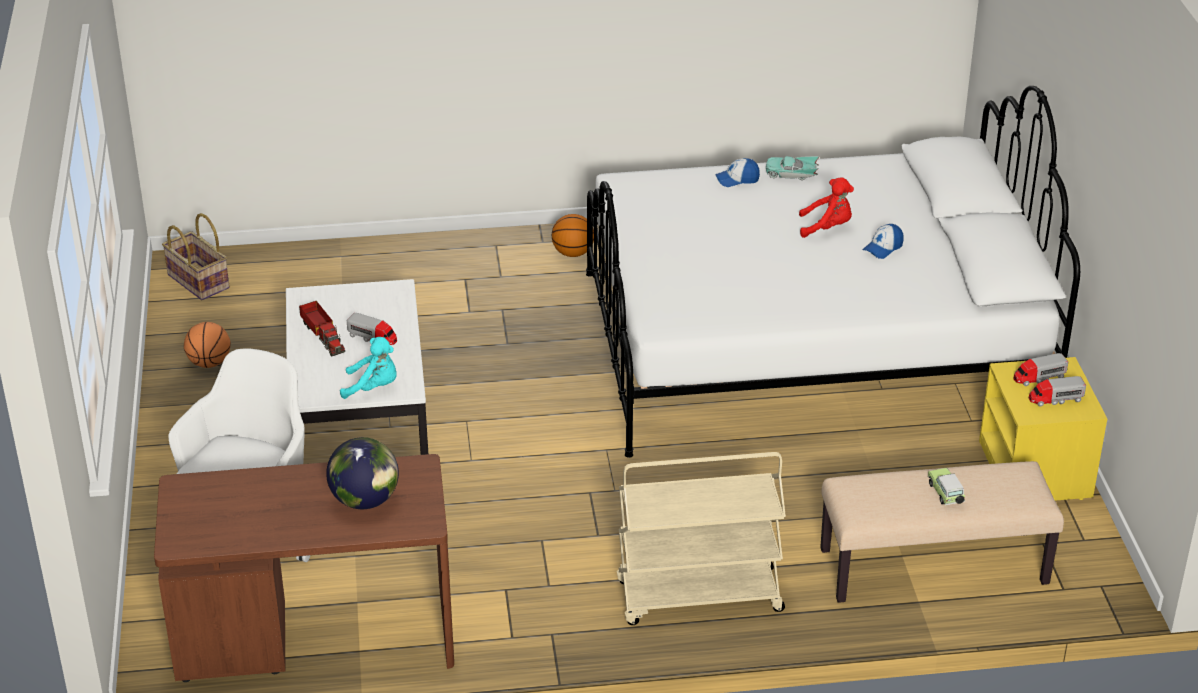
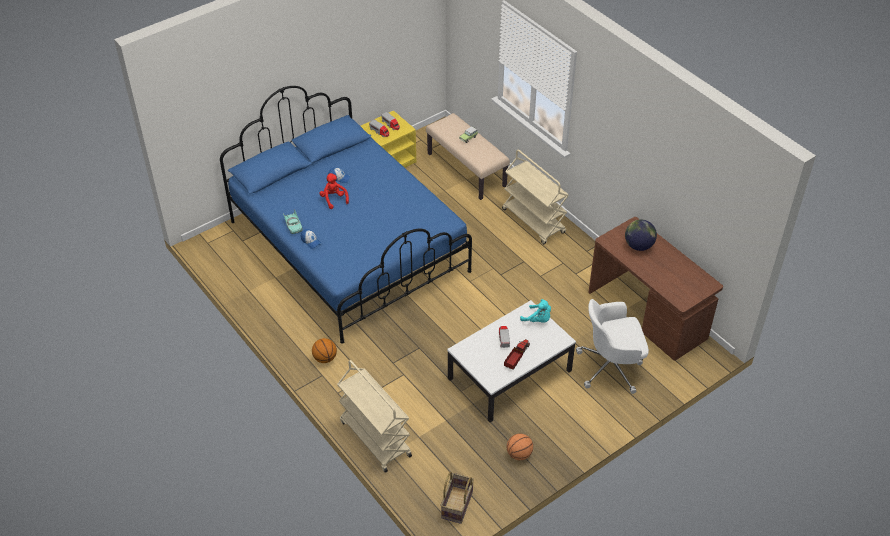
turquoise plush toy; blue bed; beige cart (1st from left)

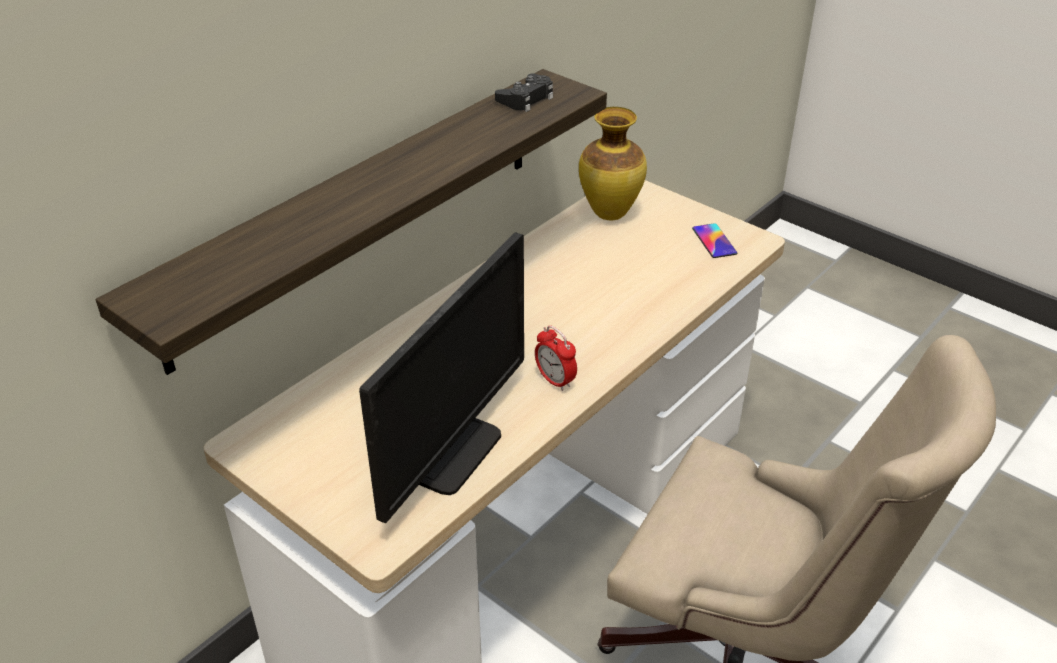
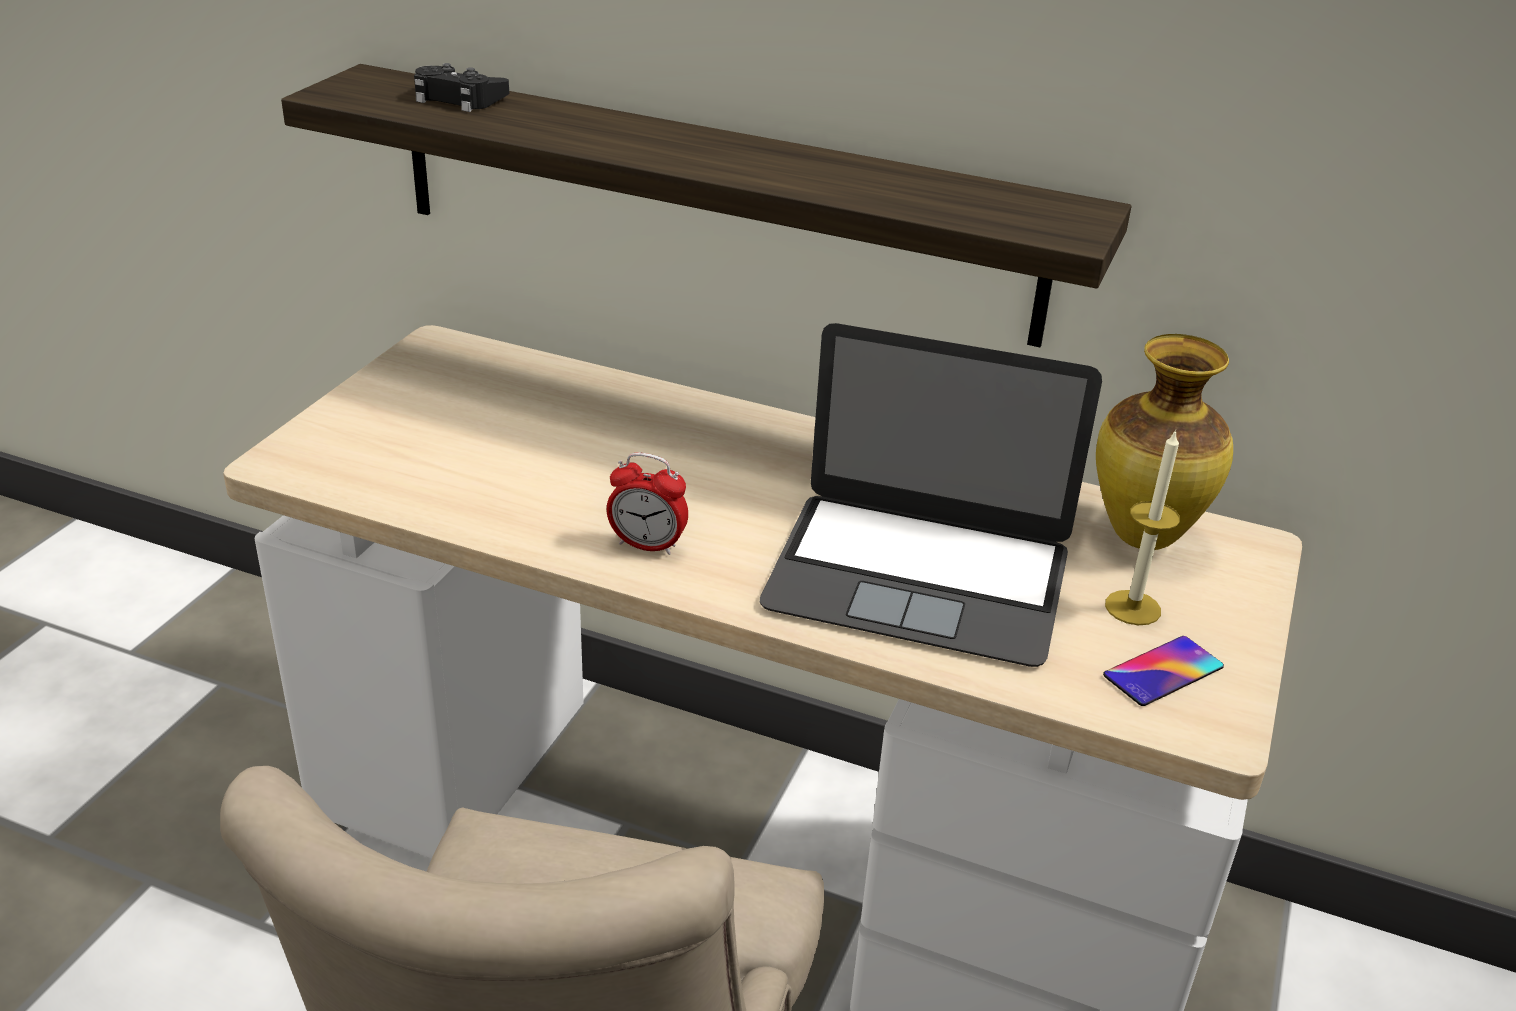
monitor; black game controller; alarm clock; laptop; candle

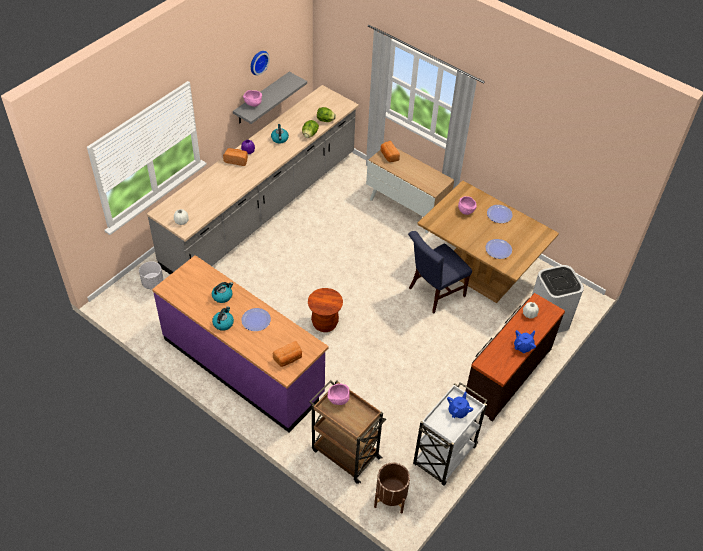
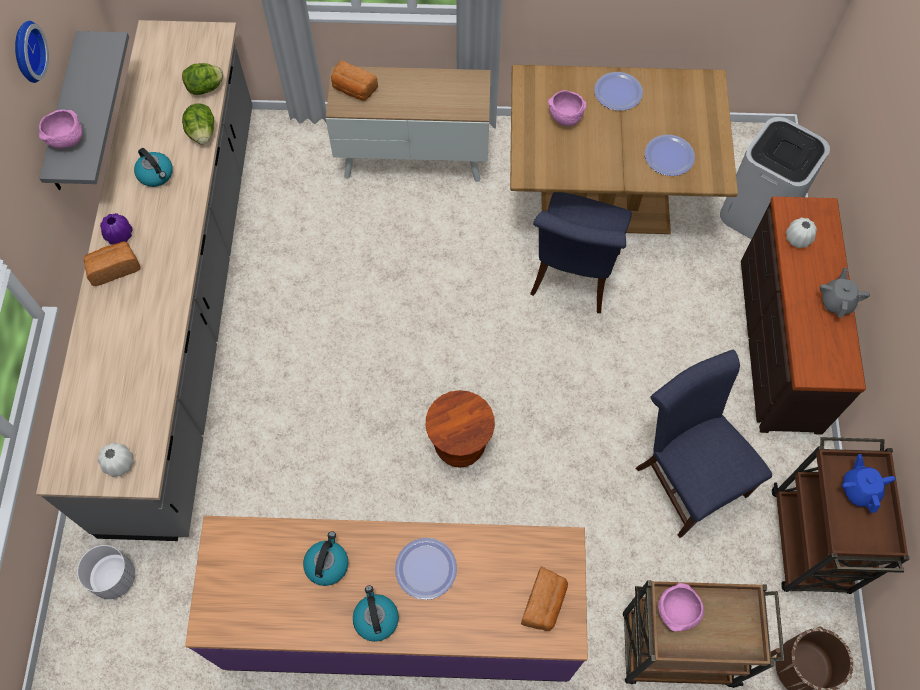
brown cart (2nd from left); grey teapot; blue chair (2nd from left)

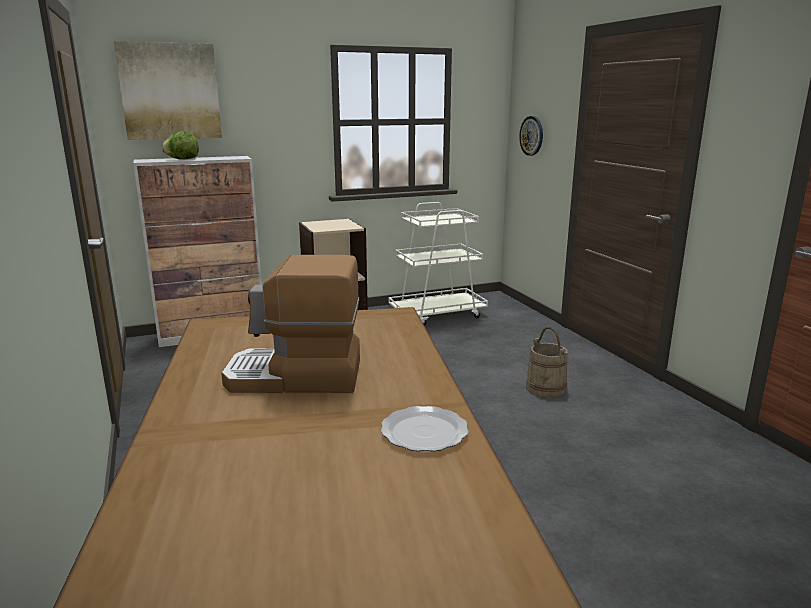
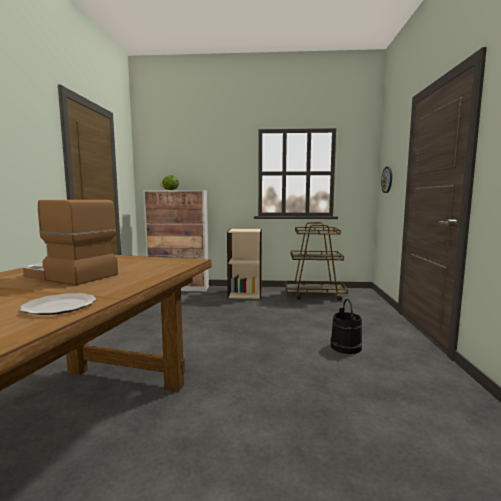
picture; brown cart; black bucket

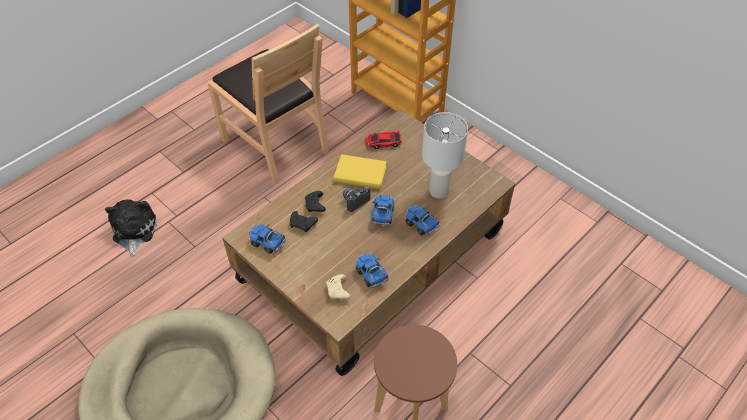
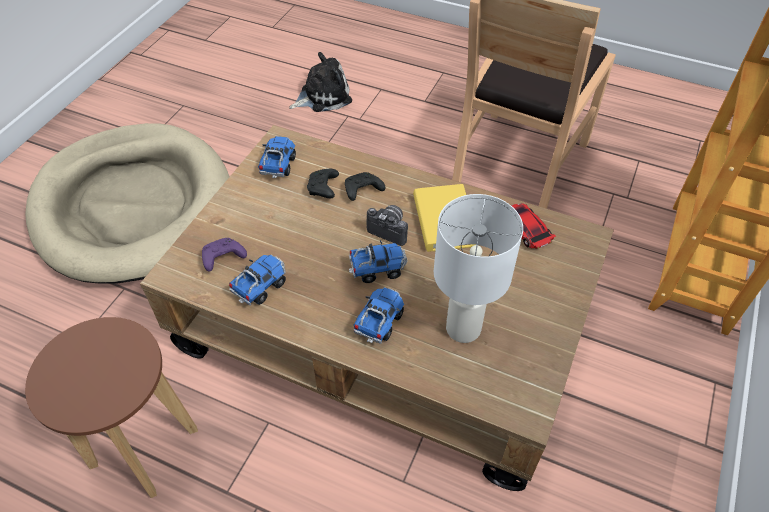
purple game controller

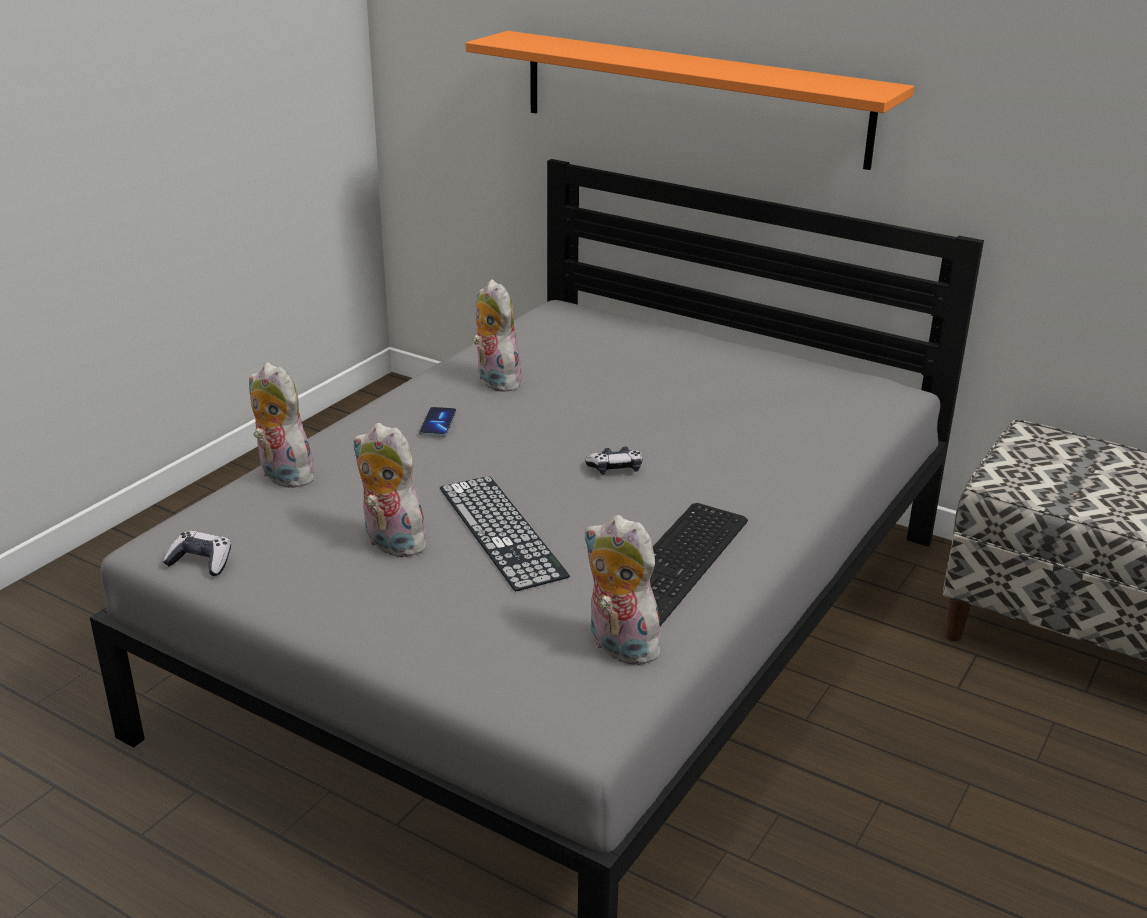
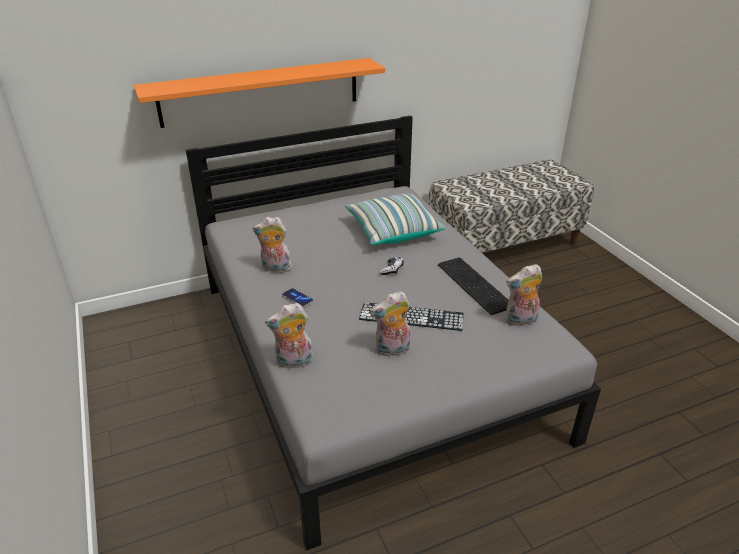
game controller (1st from left in the first image); pillow

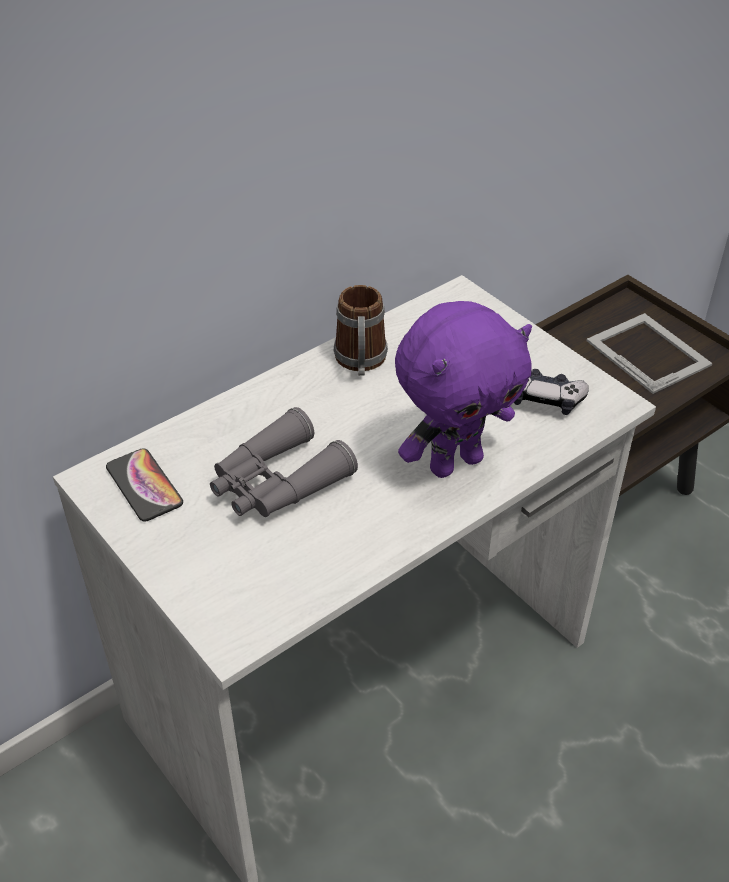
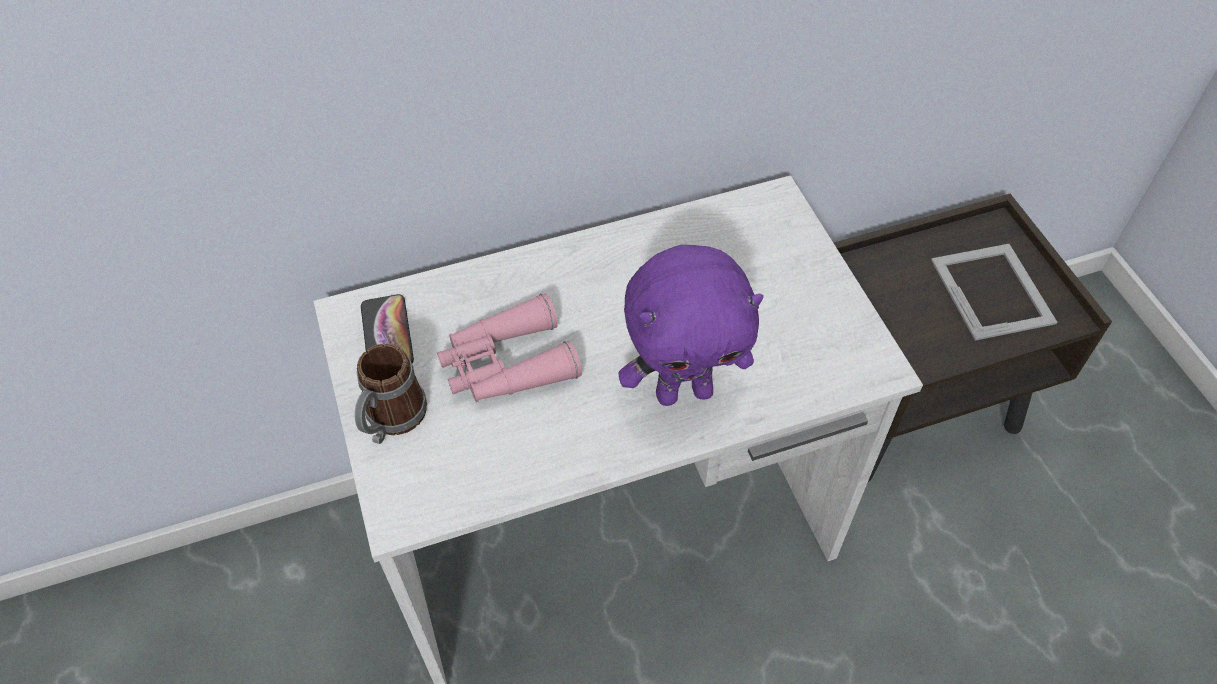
pink binoculars; mug; game controller

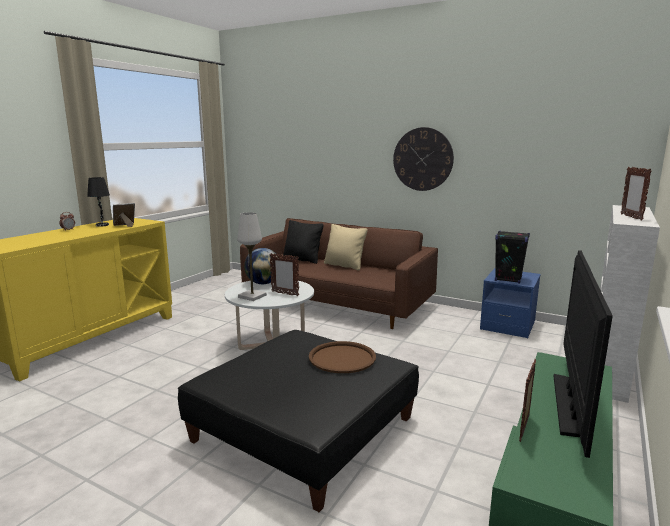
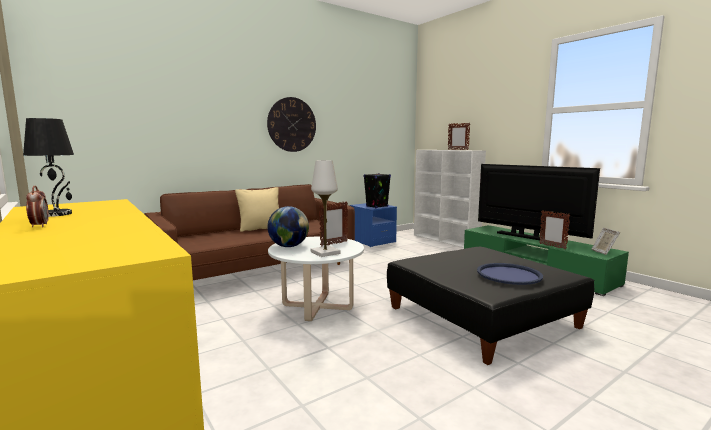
picture frame (4th from left); black pillow; brown tray; blue tray

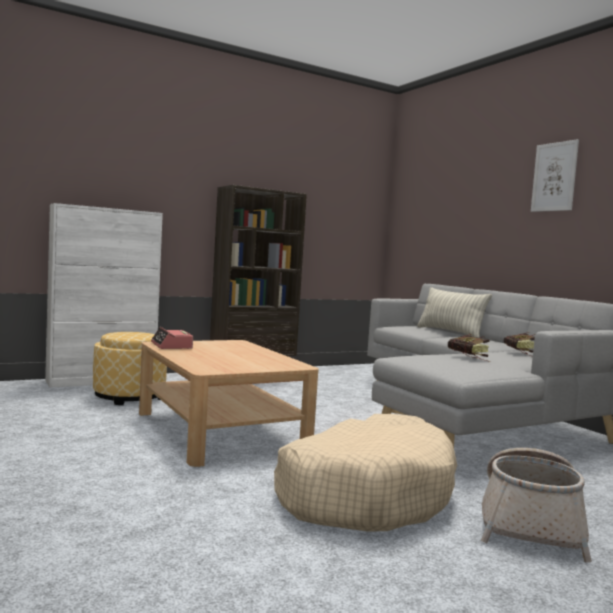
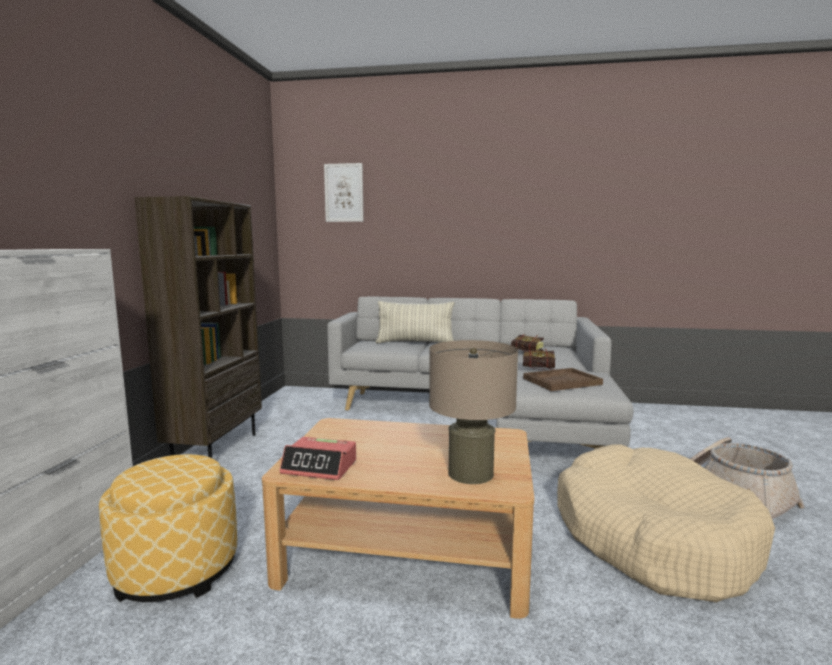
picture; beige table lamp; brown tray

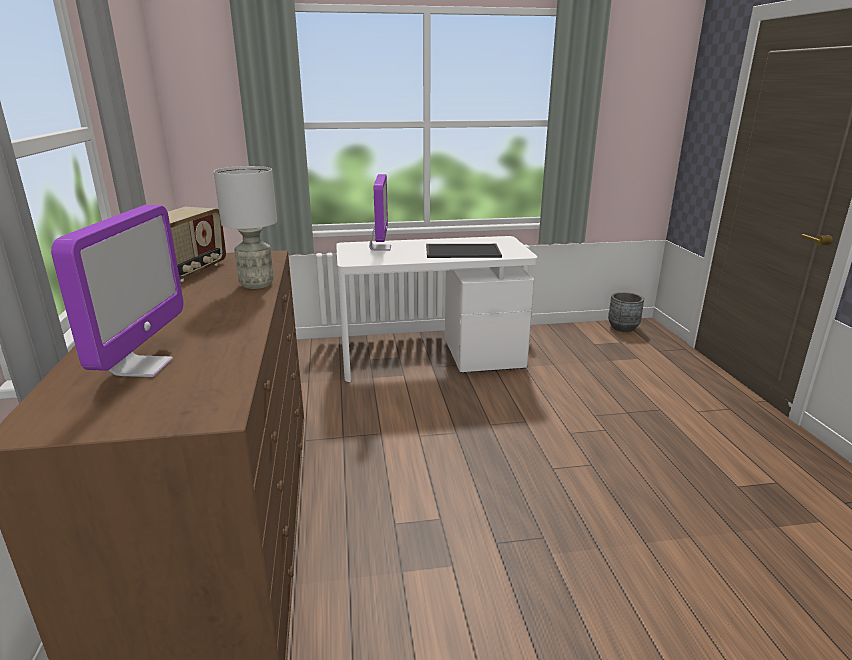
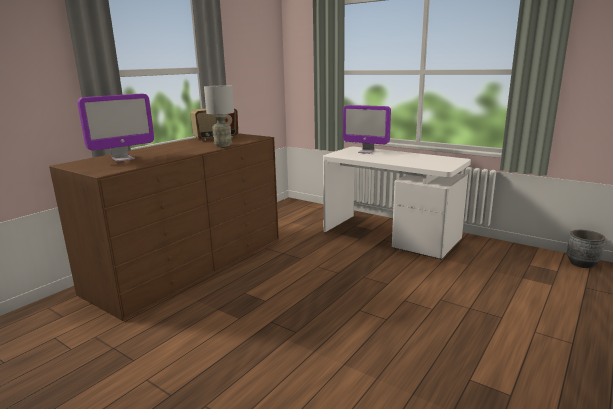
monitor (2nd from left); tray

